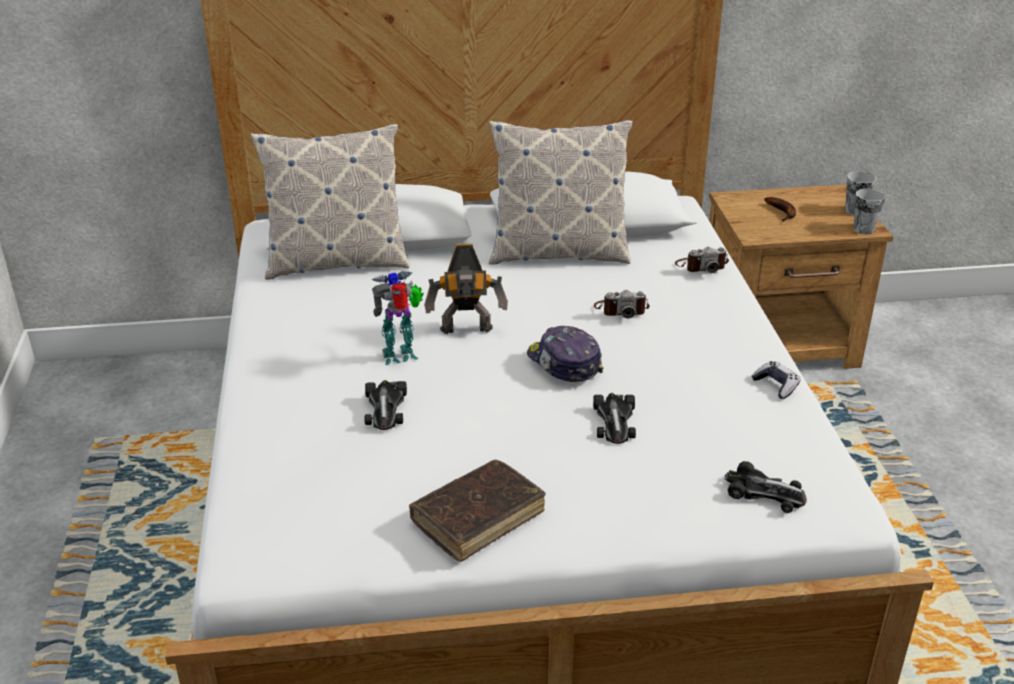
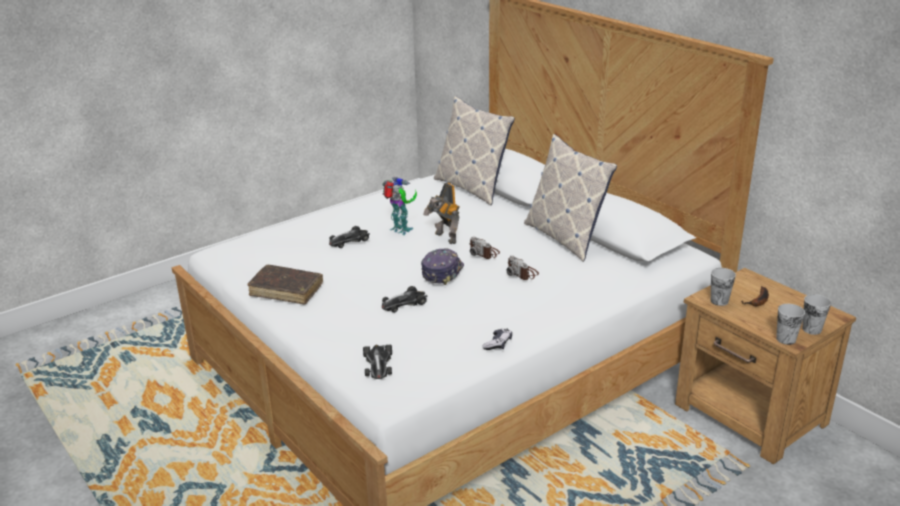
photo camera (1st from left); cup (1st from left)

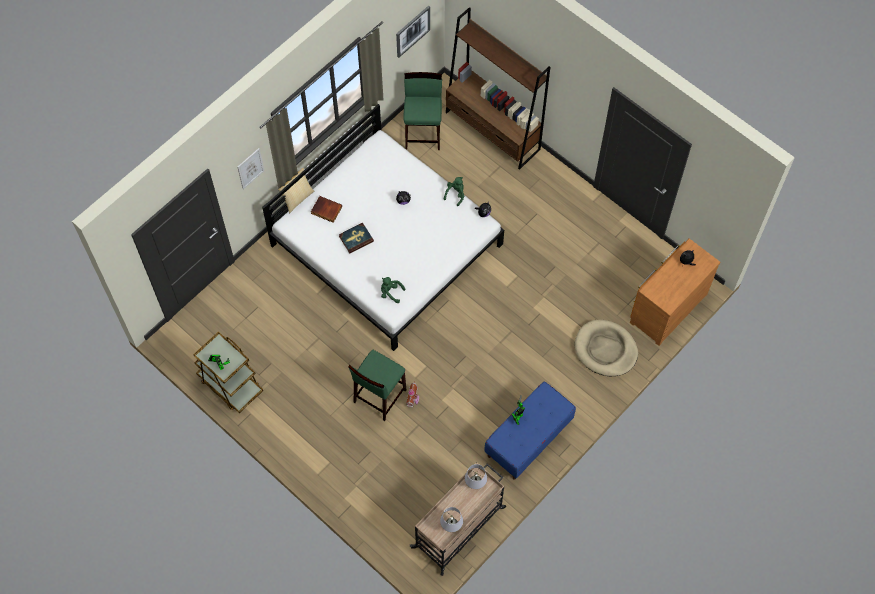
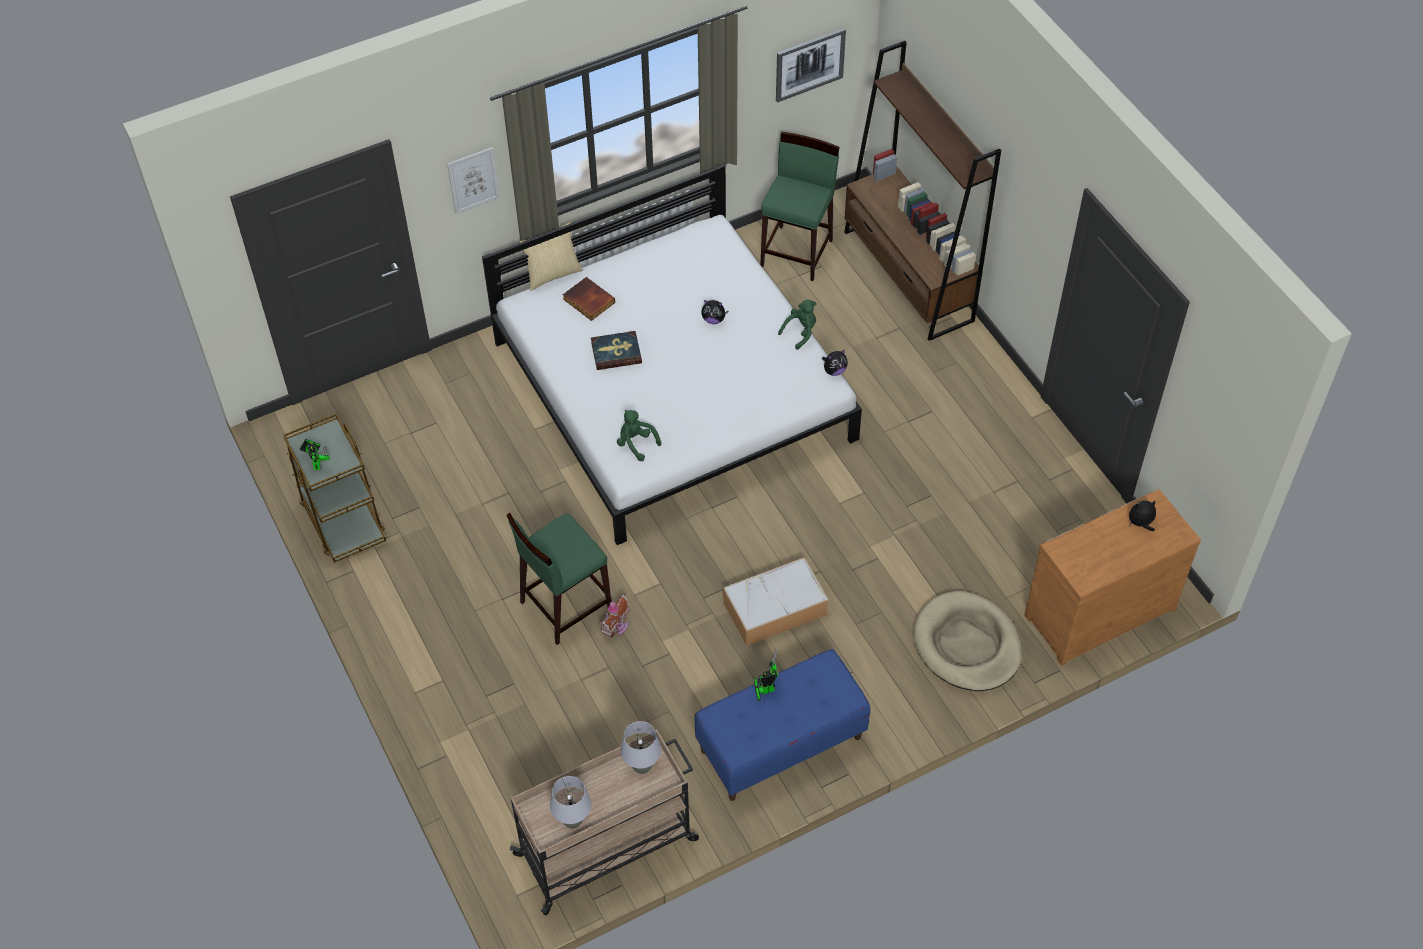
storage box

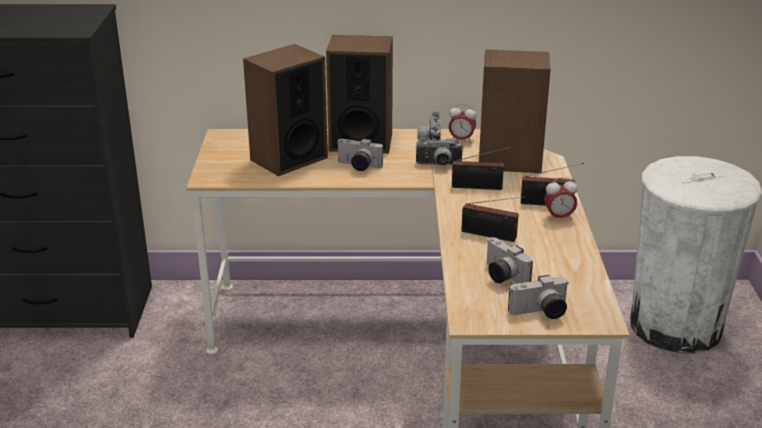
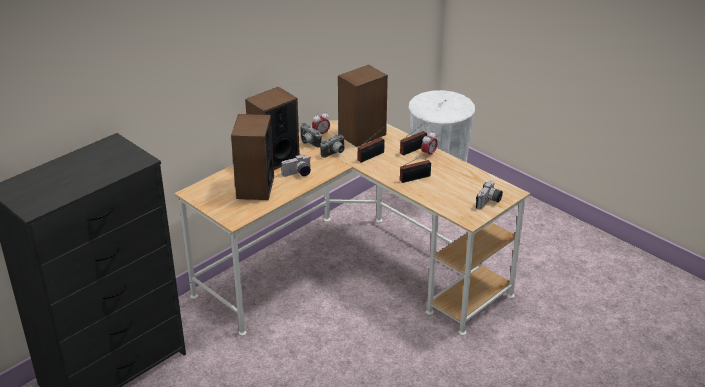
photo camera (4th from left in the first image)

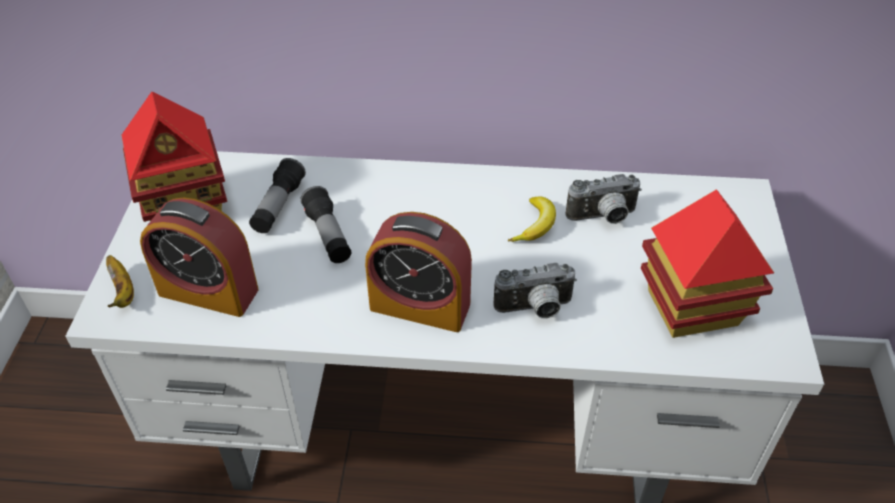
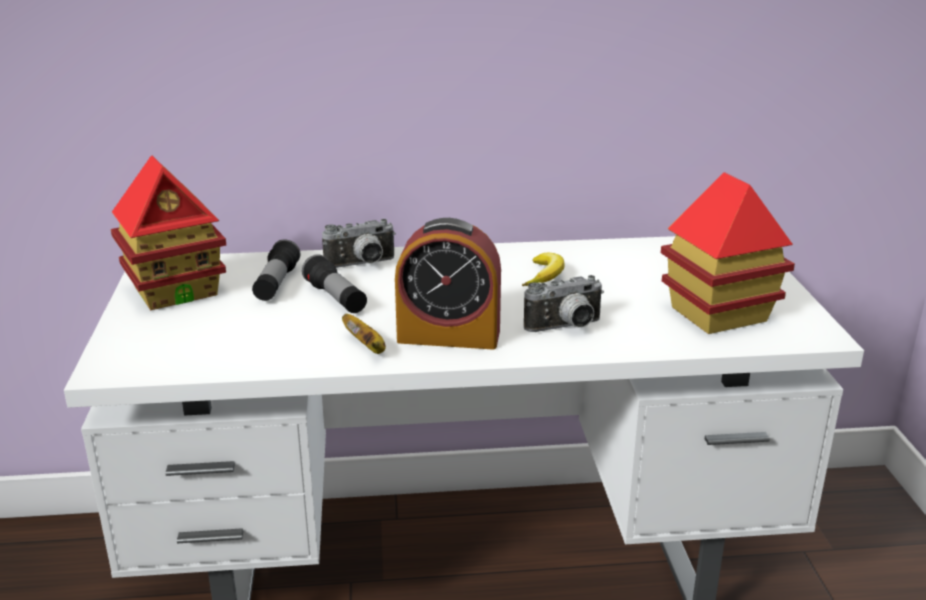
banana (1st from left); alarm clock (1st from left in the first image); photo camera (1st from left)

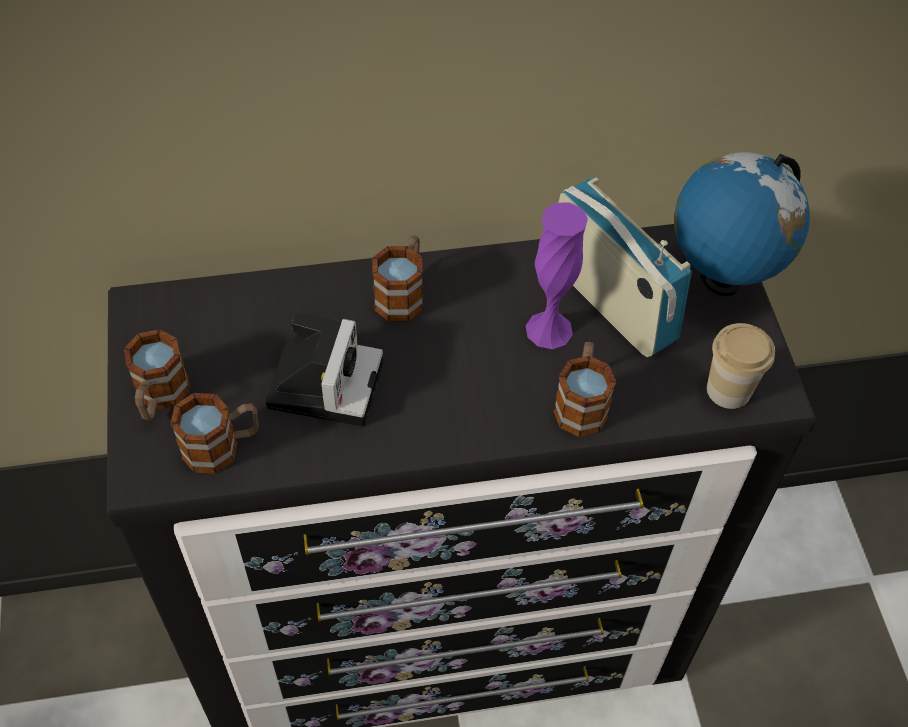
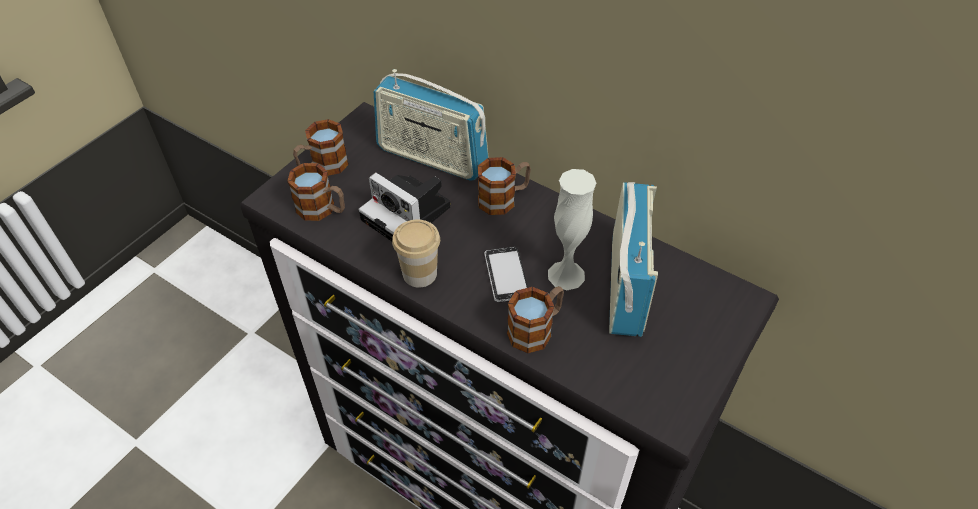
photo camera; white vase; globe; cup; radio (1st from left); phone

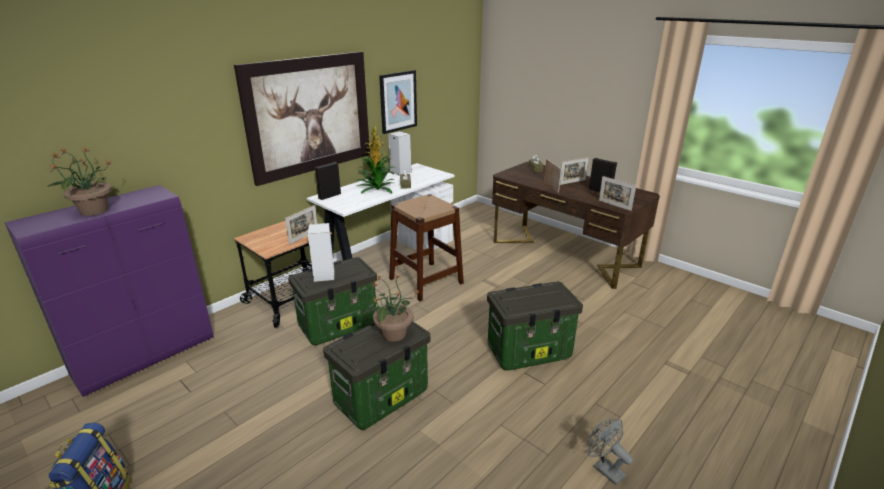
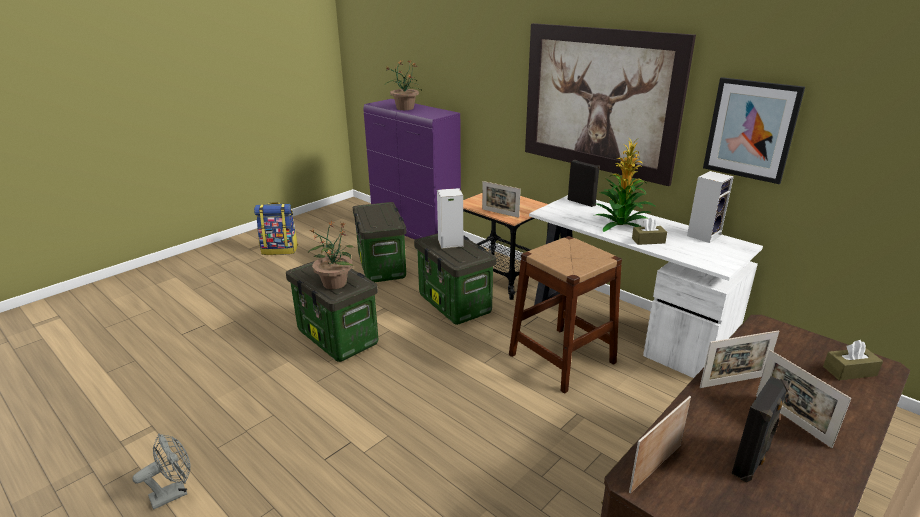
storage box (2nd from left)

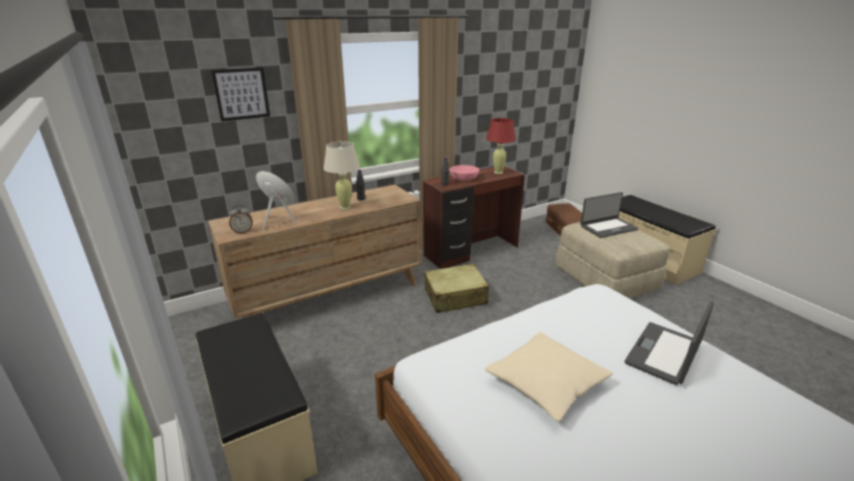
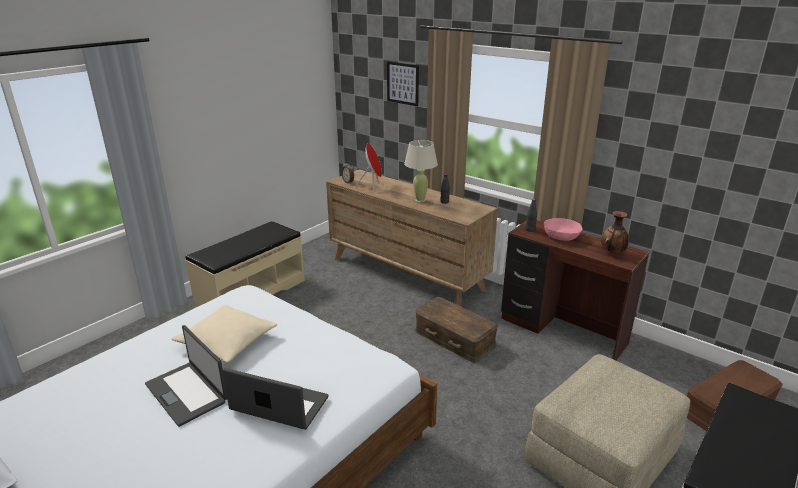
brown storage box (1st from left); vase; laptop (1st from left)

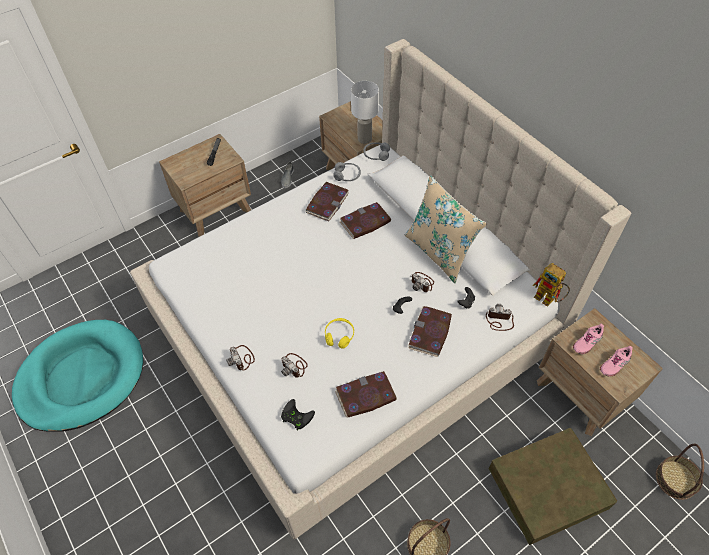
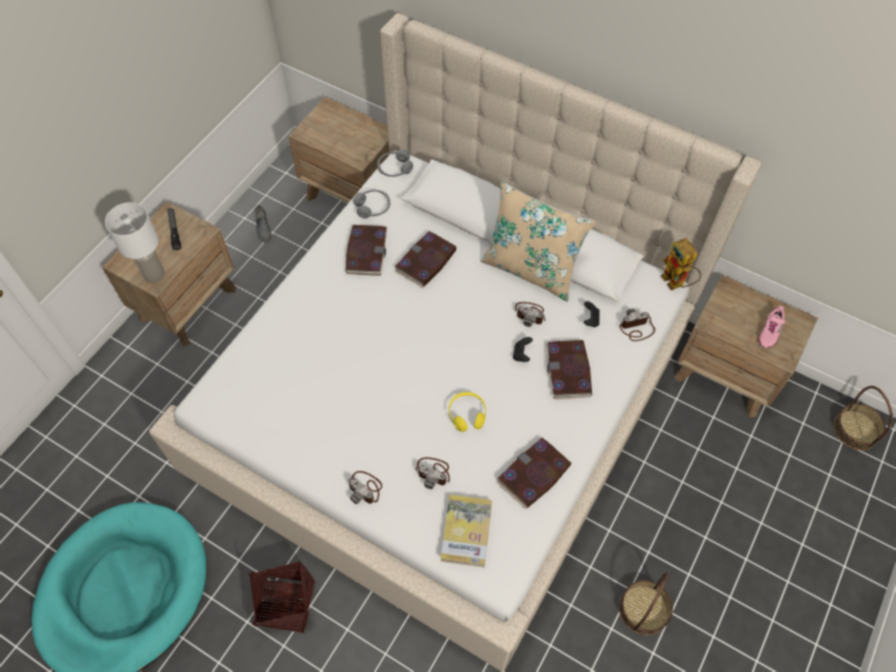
book (3rd from left); white table lamp; brown storage box; toy robot; pink shoe (1st from left in the first image); basket (1st from left)

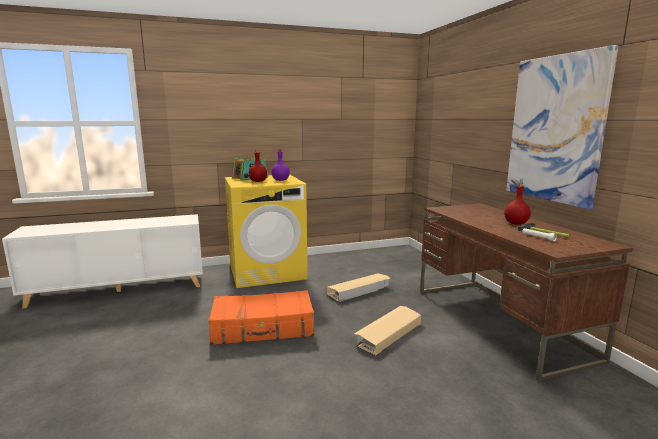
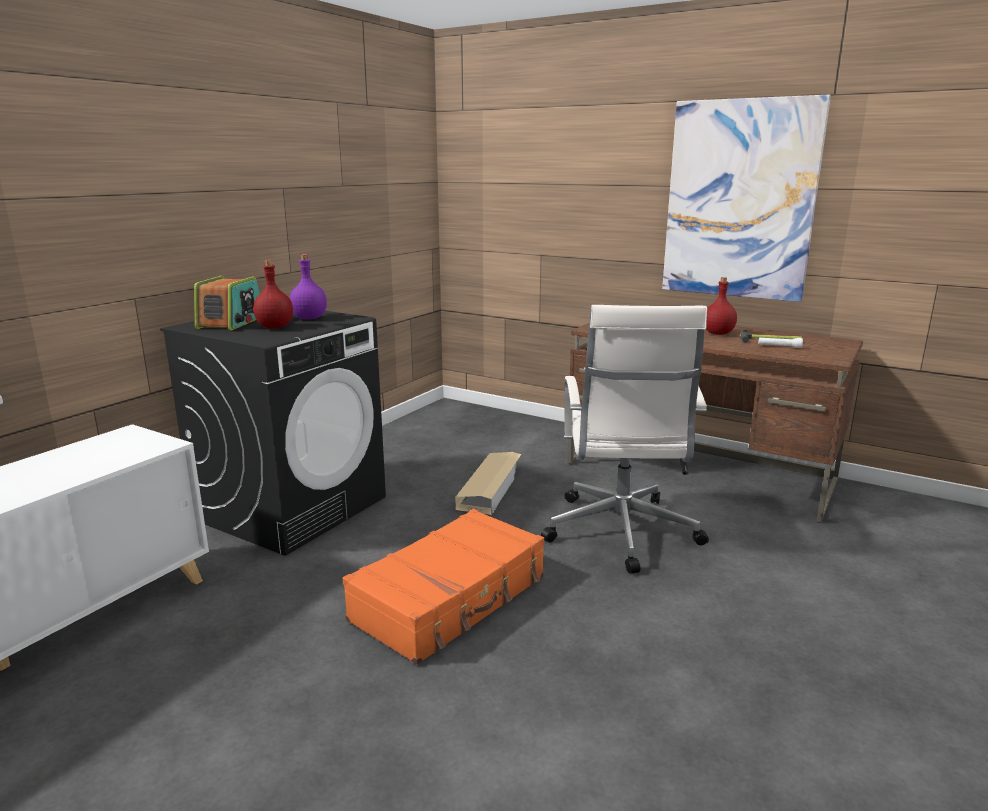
black washing machine; white office chair

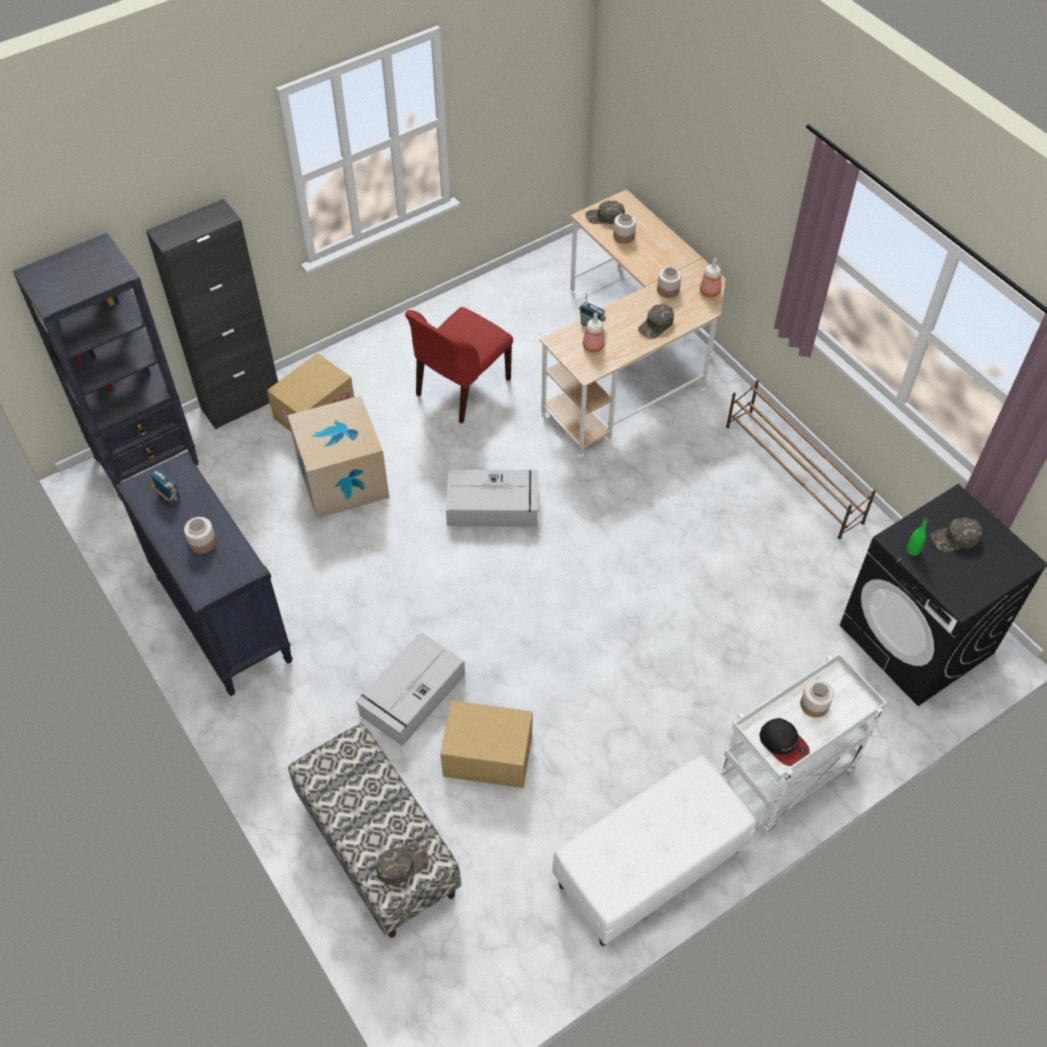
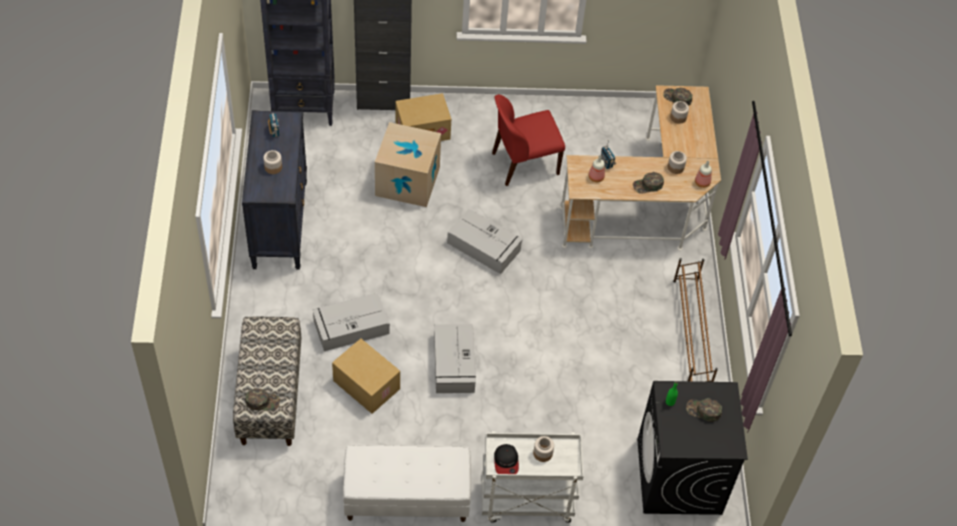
grey storage box (2nd from left)

